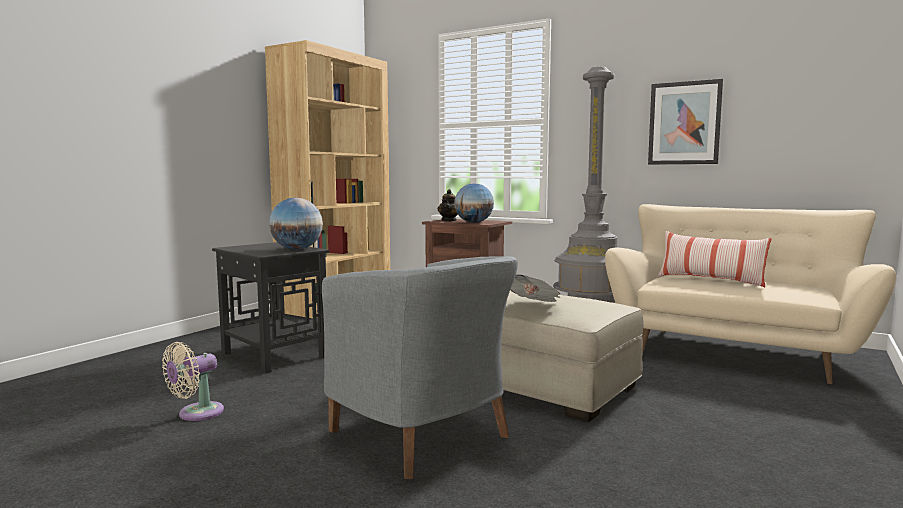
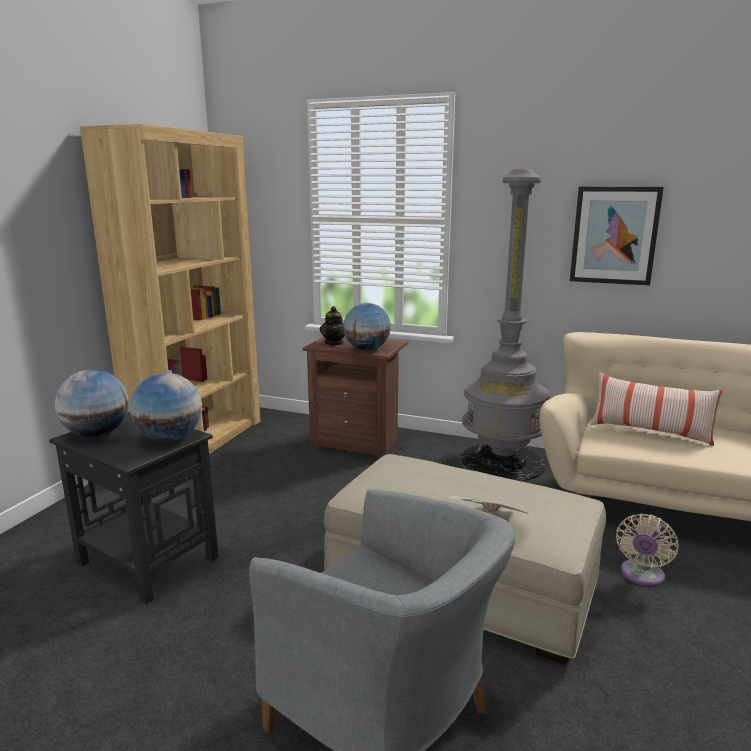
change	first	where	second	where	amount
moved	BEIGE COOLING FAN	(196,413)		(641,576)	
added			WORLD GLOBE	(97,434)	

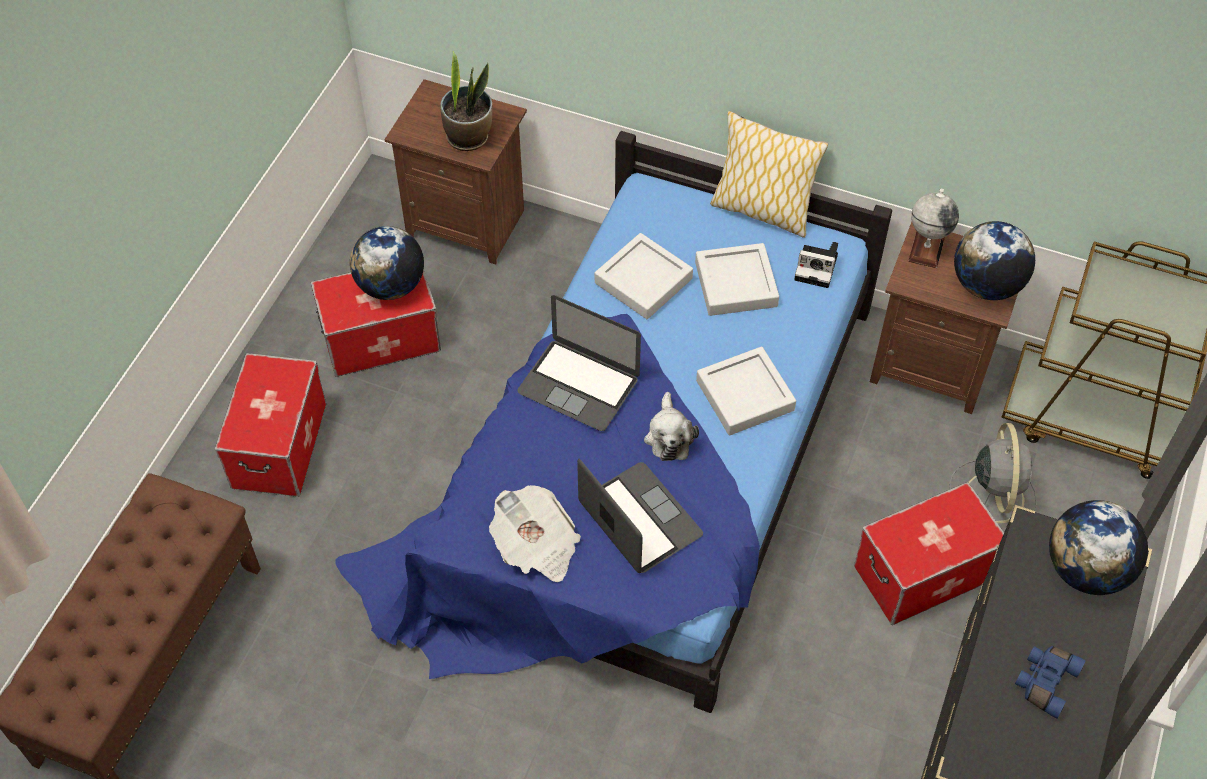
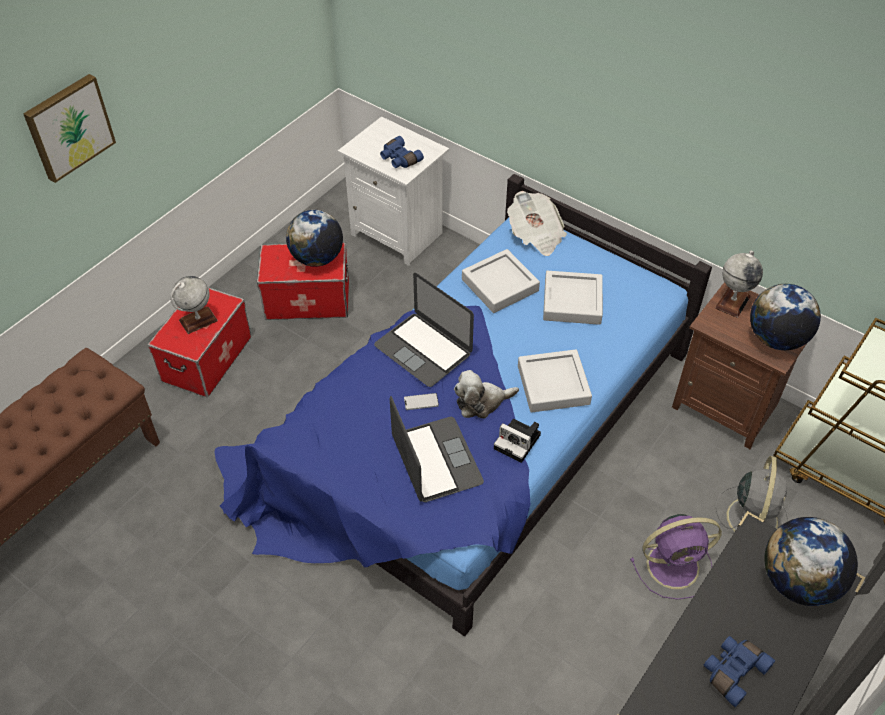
change	first	where	second	where	amount
replaced	POTTED PLANT	(468,137)	BLUE BINOCULARS	(399,159)	
recoloured	BROWN NIGHTSTAND	(467,222)	WHITISH NIGHTSTAND	(398,233)	
removed	THROW PILLOW	(762,210)			
moved	PHOTO CAMERA	(818,268)		(519,442)	
turned	CUDDLY TOY	(669,436)		(481,402)	60 degrees clockwise
replaced	STORAGE BOX	(923,572)	PURPLE-COLOURED COOLING FAN	(675,565)	
moved	PRINTED PAPER	(536,546)		(536,235)	
added			WALL PICTURE	(68,127)	
added			WORLD GLOBE	(198,320)	
added			PHONE	(421,402)	

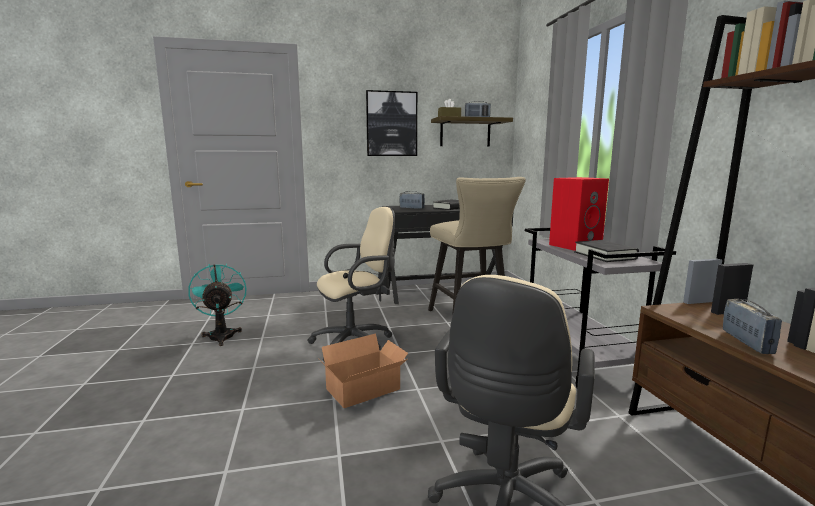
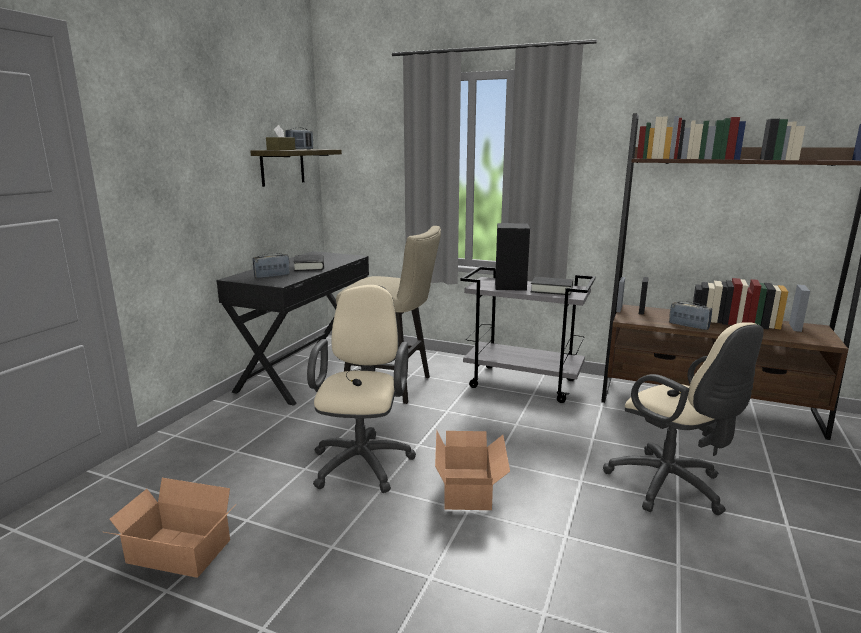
change	first	where	second	where	amount
removed	WALL PICTURE	(391,124)			
recoloured	RED SPEAKER	(575,245)	BLACK SPEAKER	(509,285)	
replaced	TURQUOISE COOLING FAN	(222,335)	CARDBOARD BOX	(178,554)	

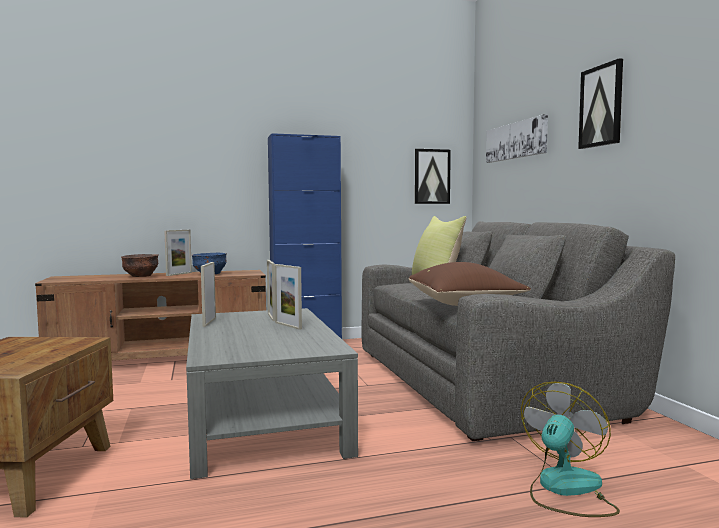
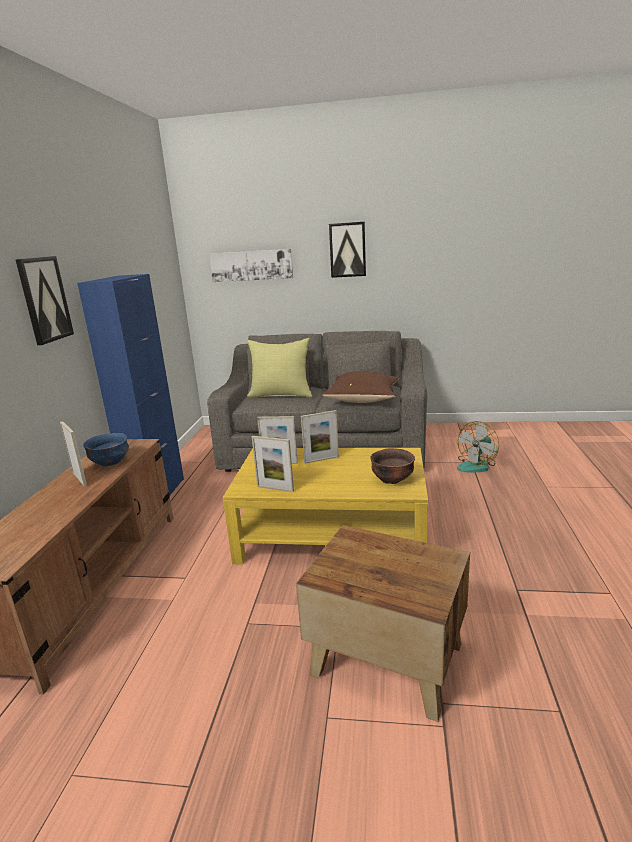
change	first	where	second	where	amount
moved	WALL PICTURE	(432,176)		(44,299)	
moved	BROWN SERVING BOWL	(141,276)		(392,479)	
recoloured	GREYISH LOUNGE TABLE	(263,418)	YELLOWISH LOUNGE TABLE	(333,533)	
turned	COOLING FAN	(565,490)		(477,465)	105 degrees counterclockwise

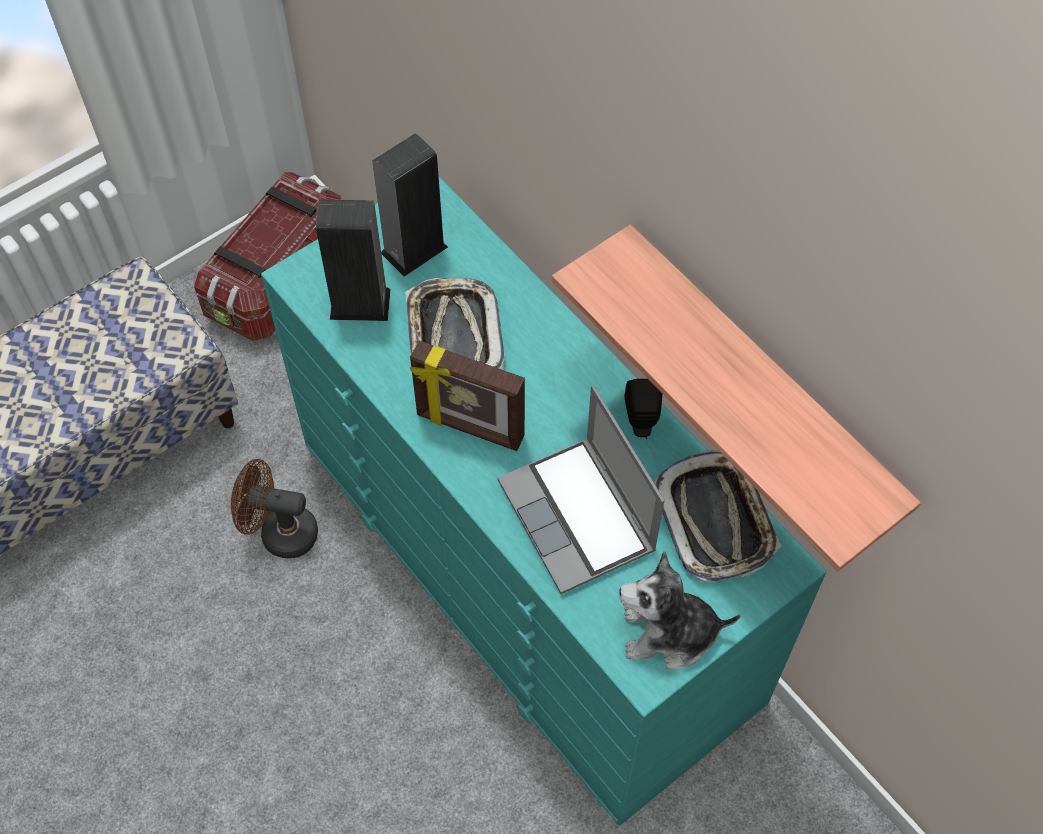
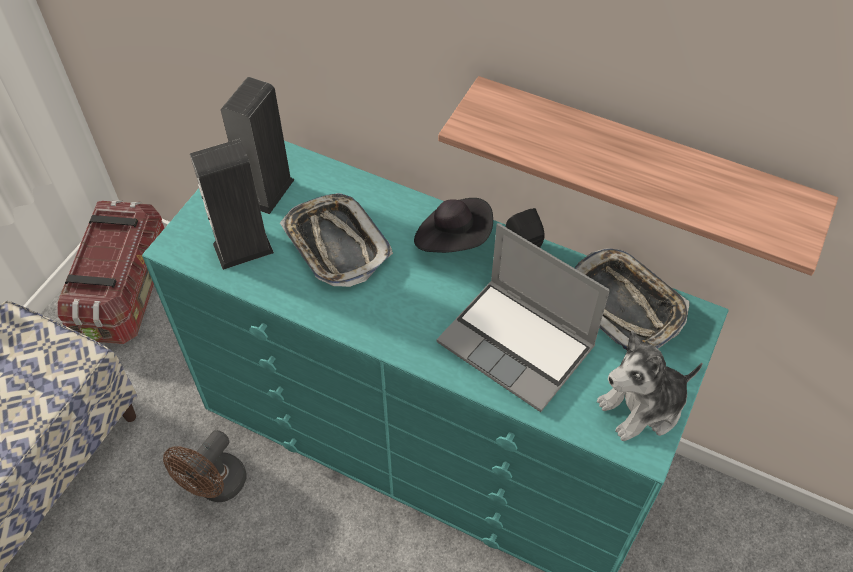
change	first	where	second	where	amount
removed	PHOTO FRAME	(469,427)			
turned	BROWN COOLING FAN	(280,532)		(216,487)	45 degrees counterclockwise
added			BLACK CLOTHING HAT	(453,239)	

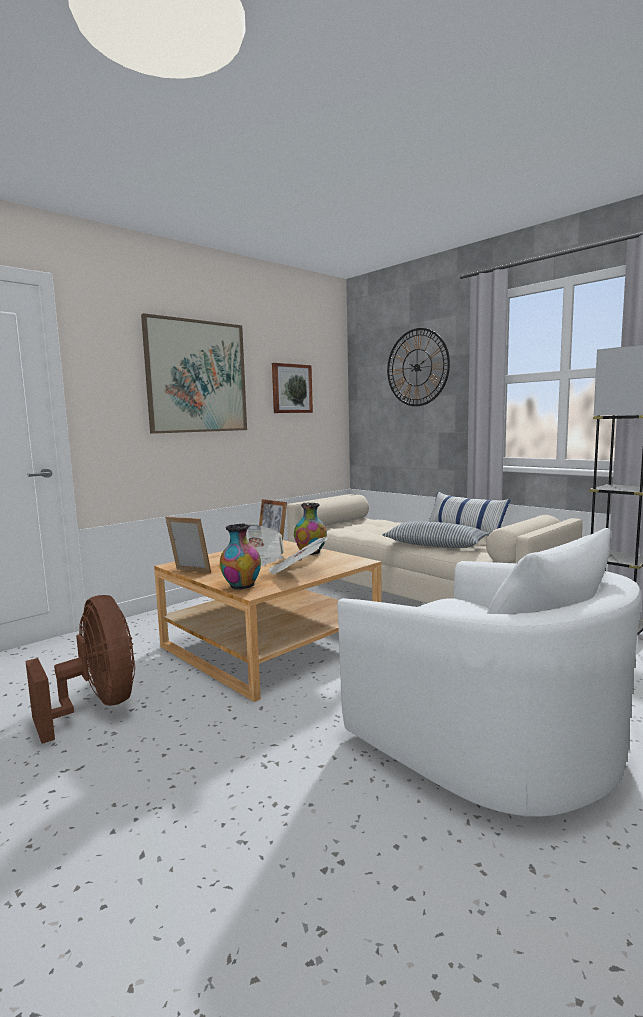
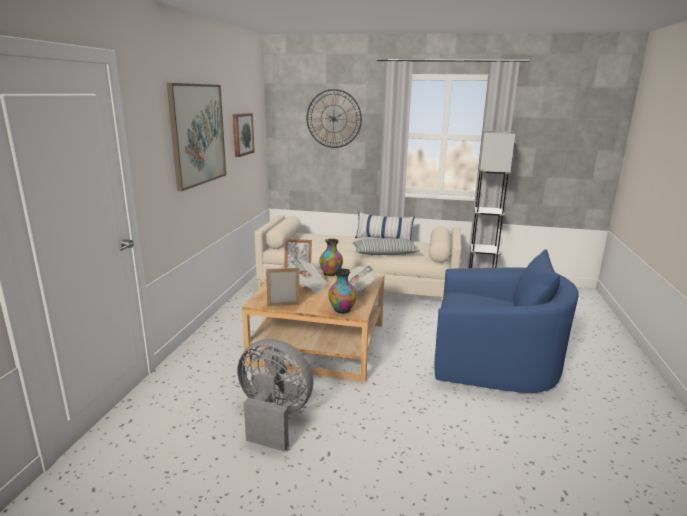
change	first	where	second	where	amount
recoloured	WHITISH LOUNGE CHAIR	(488,739)	BLUE LOUNGE CHAIR	(493,363)	
recoloured	BROWN COOLING FAN	(97,706)	GREYISH COOLING FAN	(273,418)	

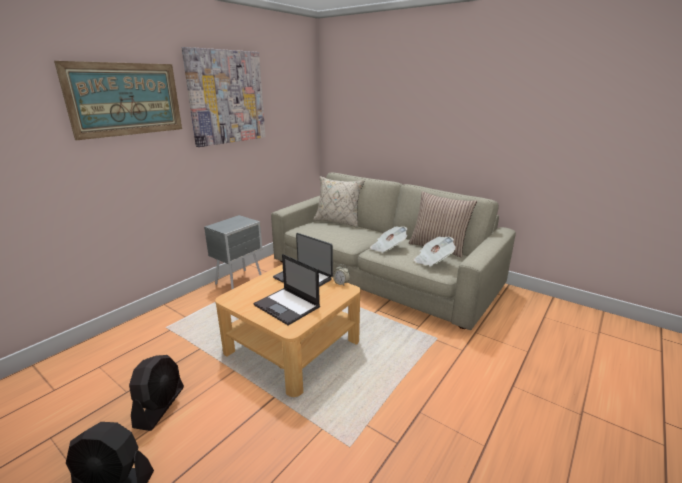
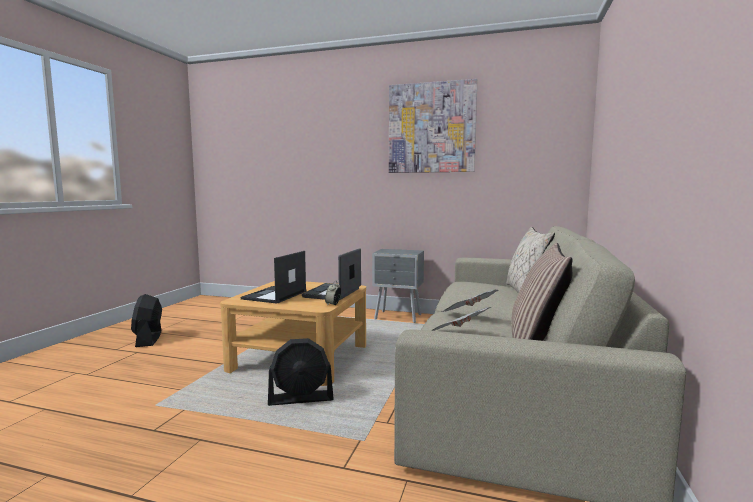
change	first	where	second	where	amount
removed	WALL PICTURE	(126,99)			
moved	BLACK COOLING FAN	(160,406)		(301,399)	

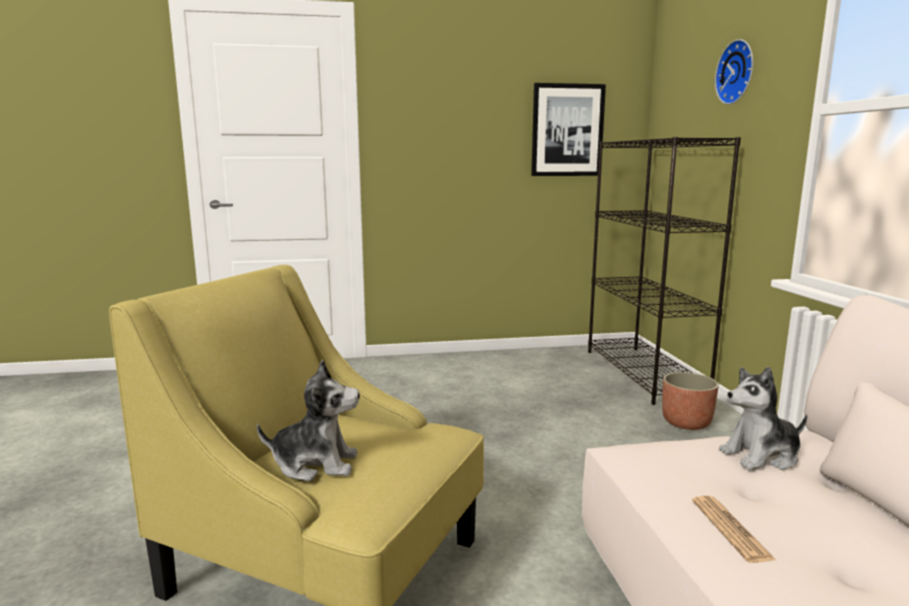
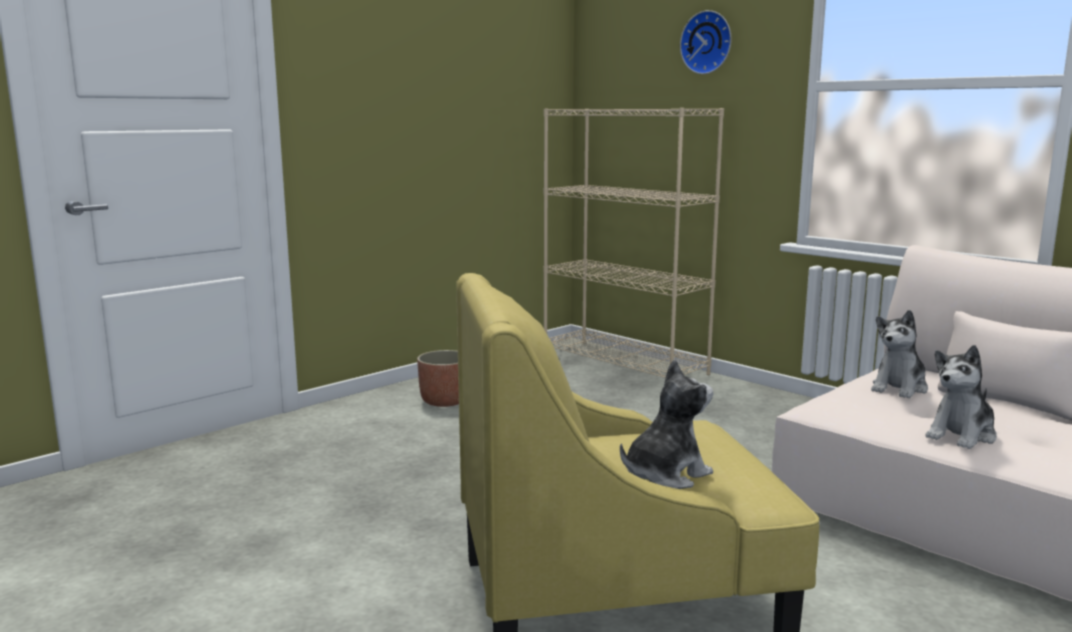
change	first	where	second	where	amount
removed	WALL PICTURE	(567,130)			
recoloured	BLACK BOOKSHELF	(644,374)	BEIGE BOOKSHELF	(624,363)	
moved	FLOWER POT	(686,423)		(445,401)	
replaced	PRINTED PAPER	(730,529)	CUDDLY TOY	(961,435)	

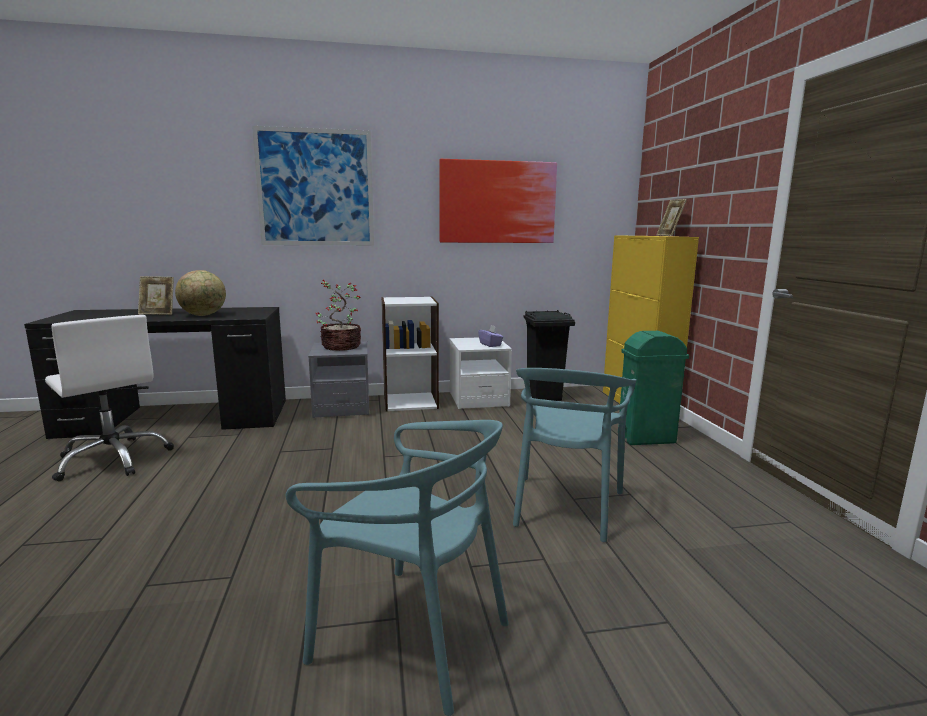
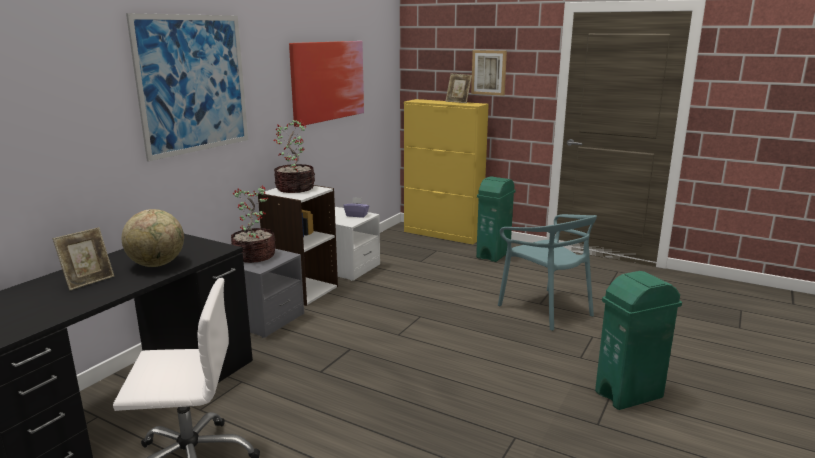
change	first	where	second	where	amount
removed	BLACK WASTE BIN	(544,397)			
replaced	TURQUOISE CHAIR	(412,636)	GREEN-COLOURED WASTE BIN	(629,395)	
added			WALL PICTURE	(489,72)	
added			POTTED PLANT	(295,188)	

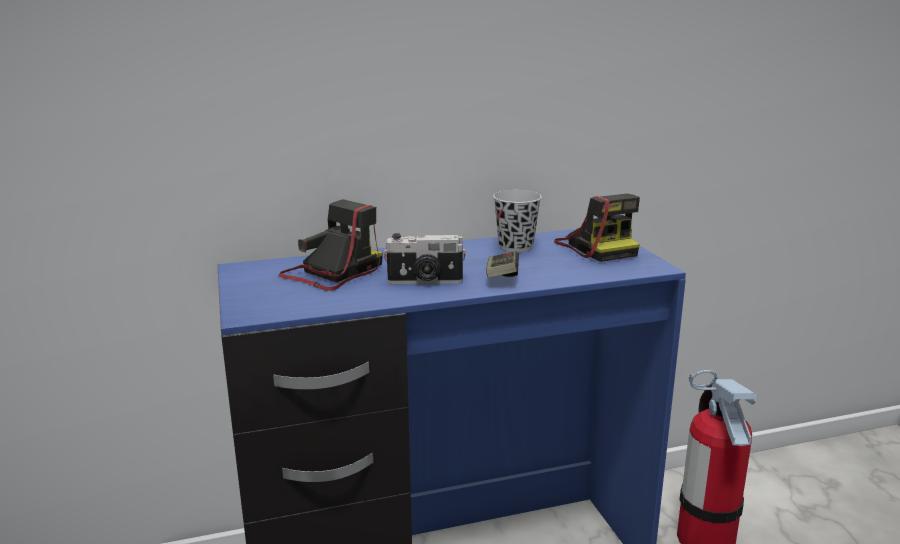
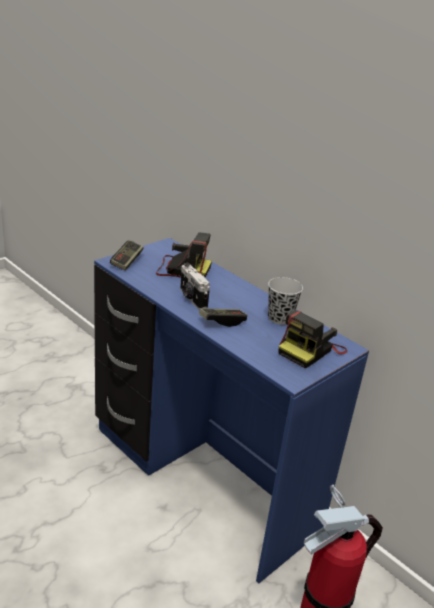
change	first	where	second	where	amount
added			GAME CONTROLLER	(127,261)	

